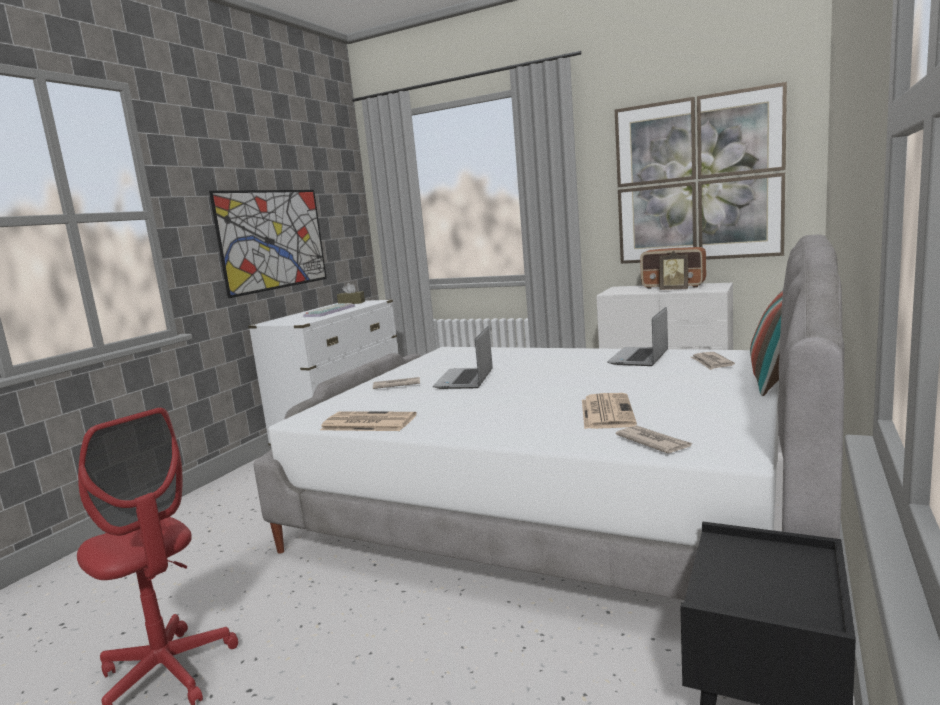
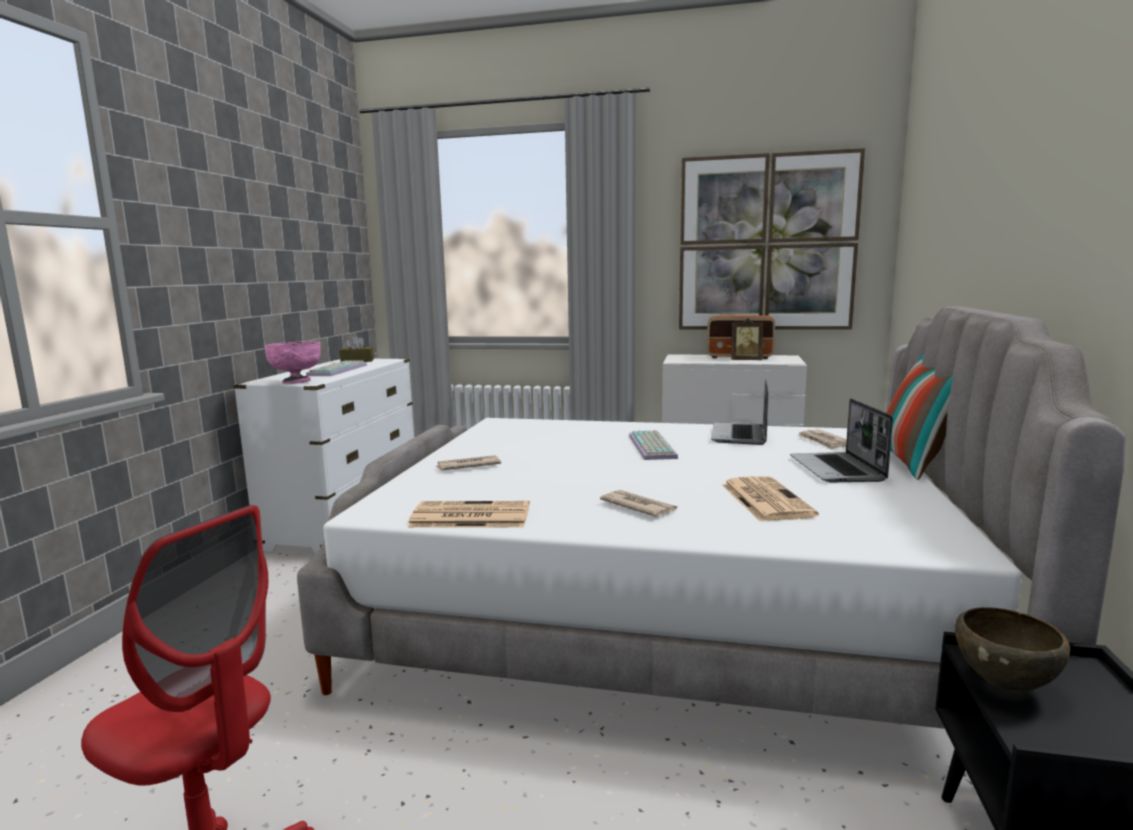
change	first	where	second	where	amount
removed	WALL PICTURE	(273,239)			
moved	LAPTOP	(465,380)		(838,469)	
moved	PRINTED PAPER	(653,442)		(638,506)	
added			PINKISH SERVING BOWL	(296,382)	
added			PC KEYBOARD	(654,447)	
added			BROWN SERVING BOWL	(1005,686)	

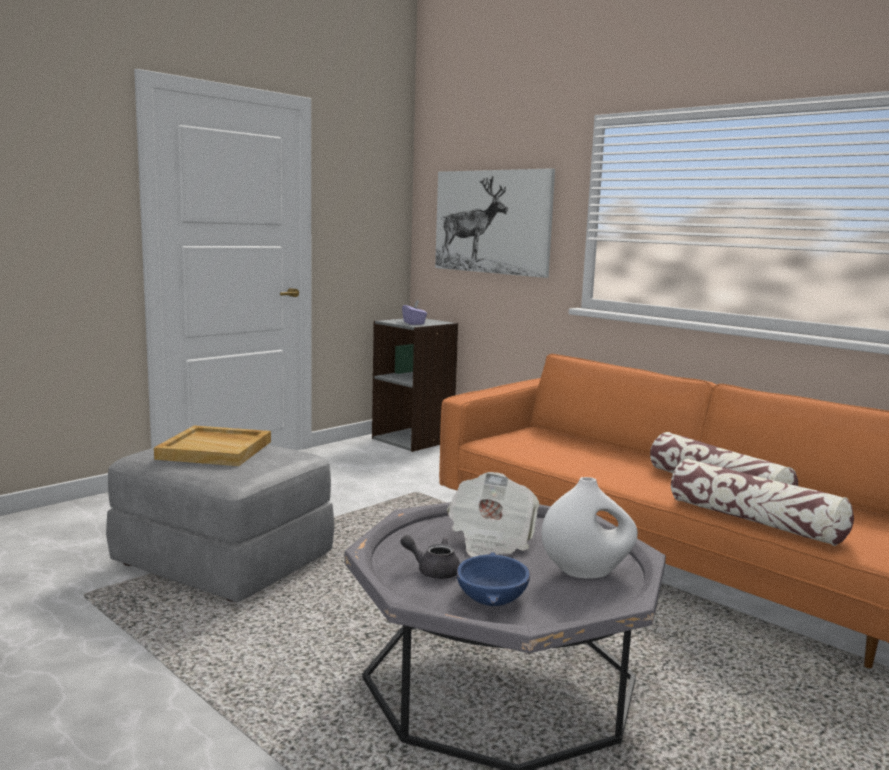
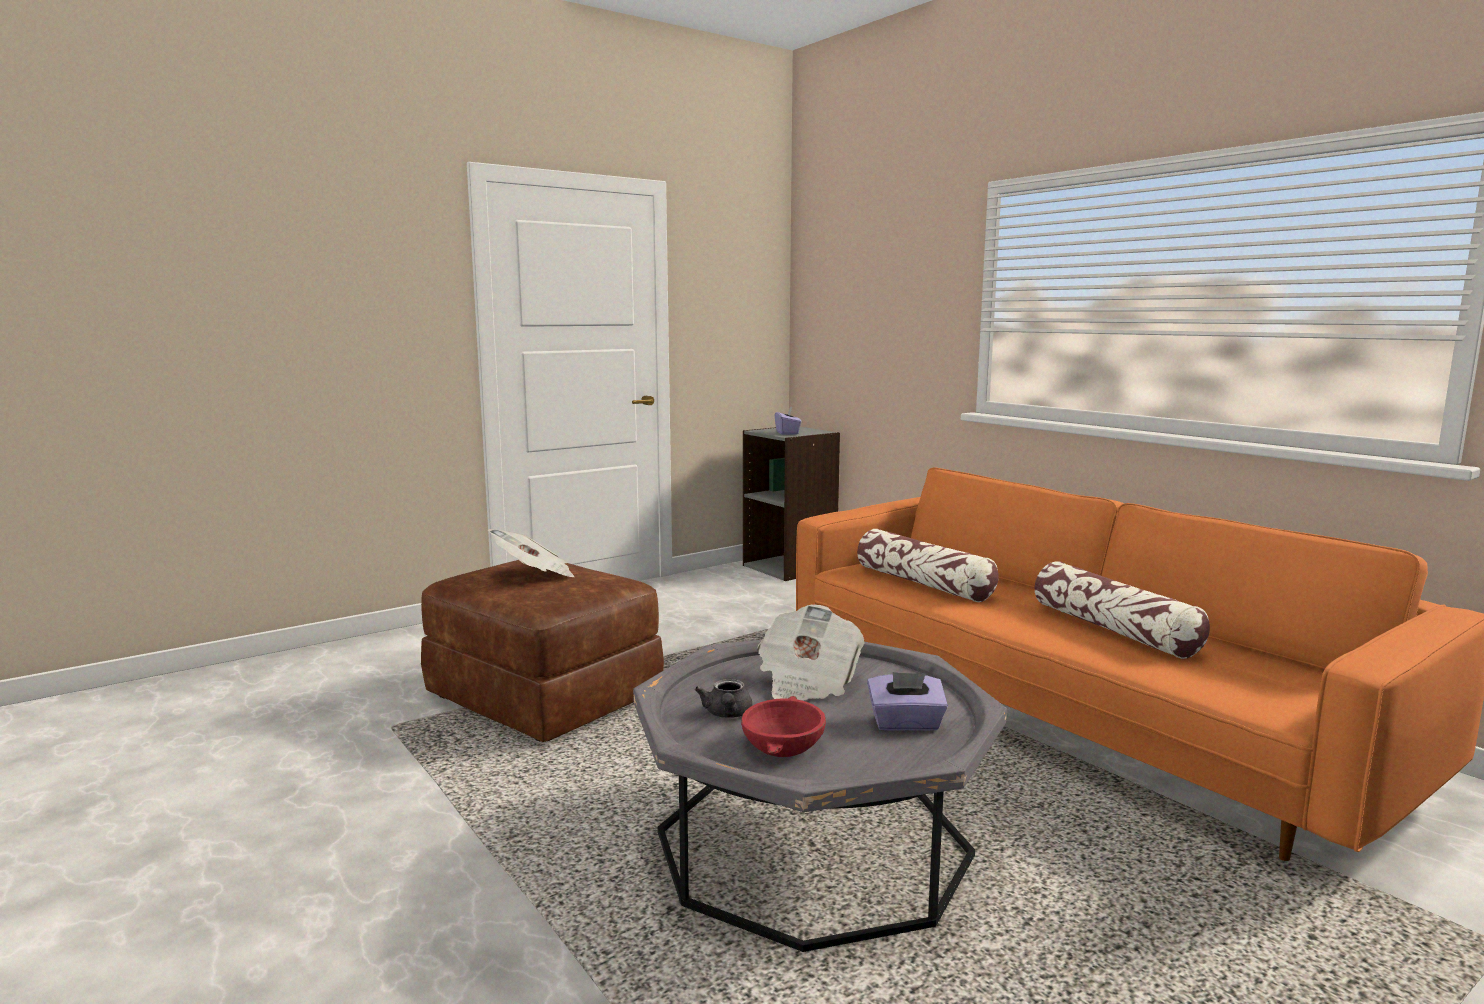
change	first	where	second	where	amount
removed	WALL PICTURE	(492,222)			
replaced	BEIGE TRAY	(216,450)	PRINTED PAPER	(534,575)	
recoloured	GREYISH OTTOMAN	(226,560)	BROWN OTTOMAN	(546,696)	
moved	THROW PILLOW	(754,521)		(923,583)	
replaced	WHITISH DECORATIVE VASE	(586,572)	PURPLE-COLOURED TISSUE HOLDER	(906,724)	
turned	GREYISH TEA POT	(433,570)		(727,714)	120 degrees counterclockwise
recoloured	BLUE SERVING BOWL	(493,596)	RED SERVING BOWL	(784,746)	

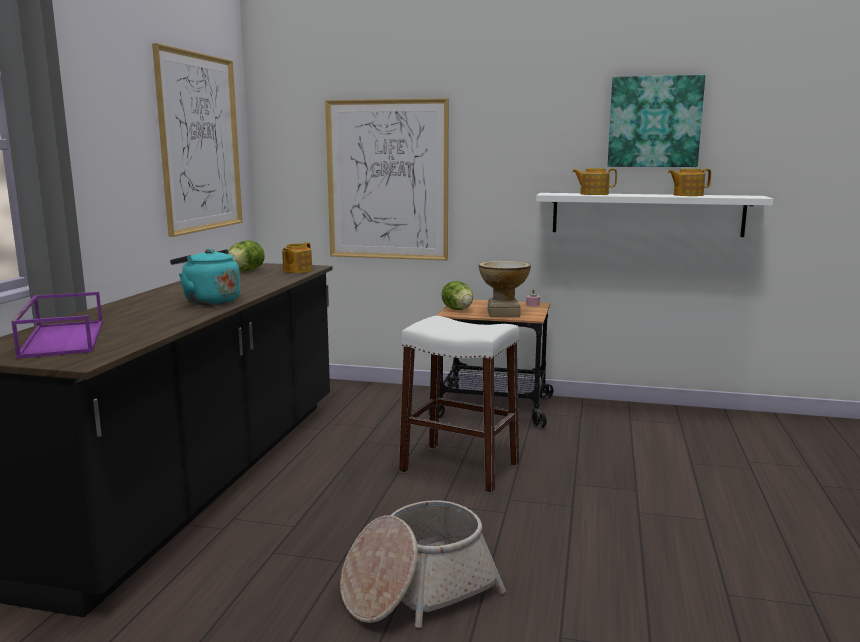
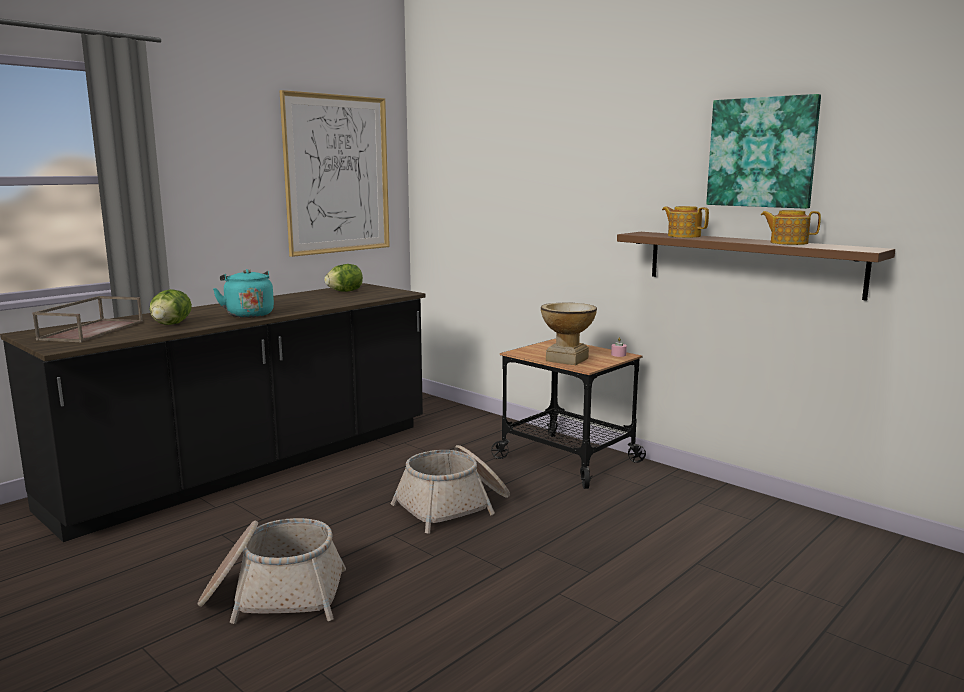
change	first	where	second	where	amount
removed	WALL PICTURE	(387,180)			
recoloured	WHITISH WALL SHELF	(647,214)	BROWN WALL SHELF	(751,263)	
removed	TEA POT	(297,271)			
moved	HEAD OF LETTUCE	(458,310)		(171,324)	
recoloured	PURPLE-COLOURED TRAY	(62,339)	BROWN TRAY	(92,330)	
replaced	WHITISH SITTING STOOL	(459,467)	STORAGE BASKET	(454,506)	

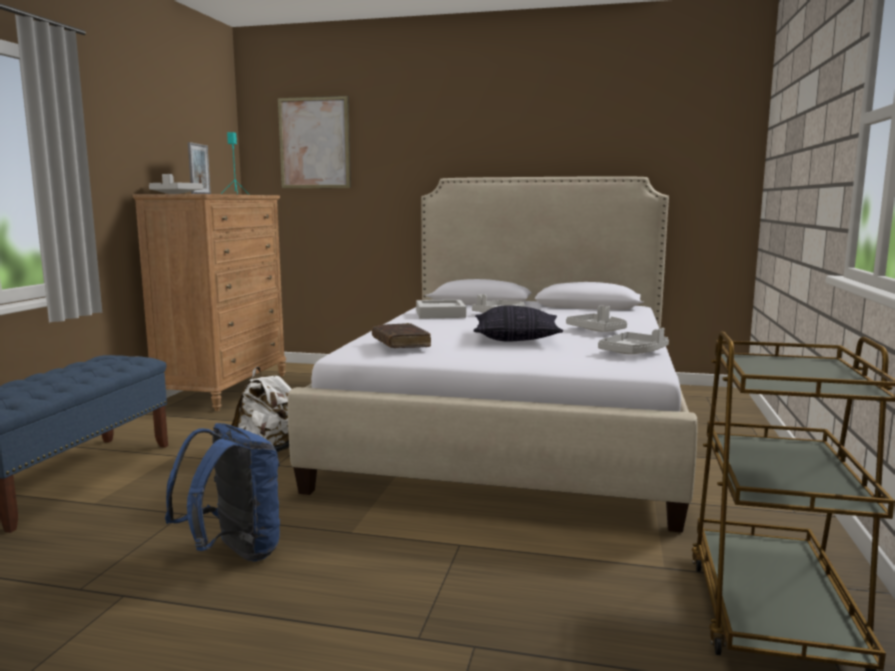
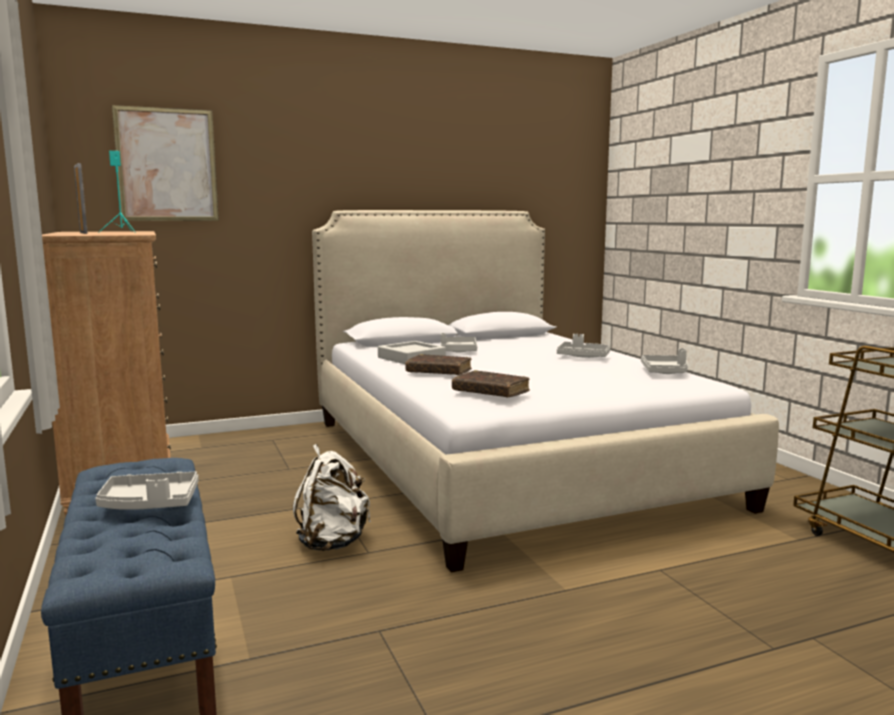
change	first	where	second	where	amount
moved	GREYISH TRAY	(174,194)		(150,504)	
removed	THROW PILLOW	(516,339)			
removed	BLUE KNAPSACK	(233,553)			
added			BROWN BOOK	(438,372)	

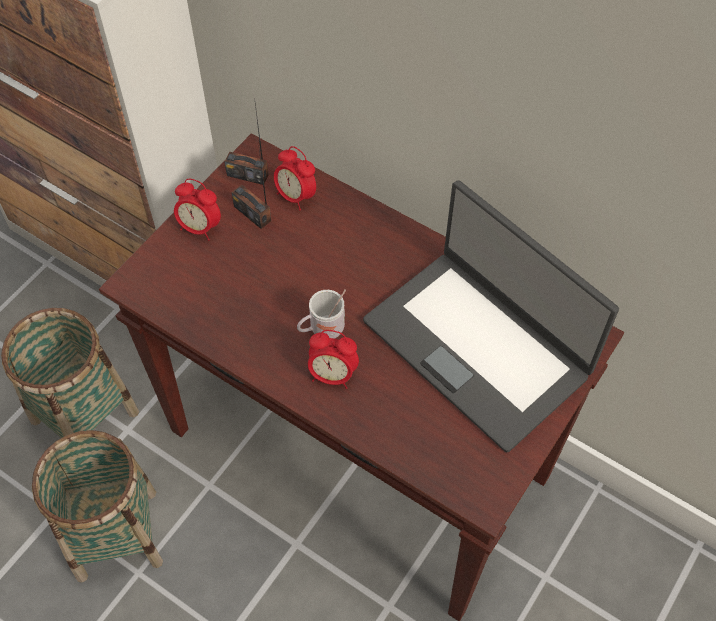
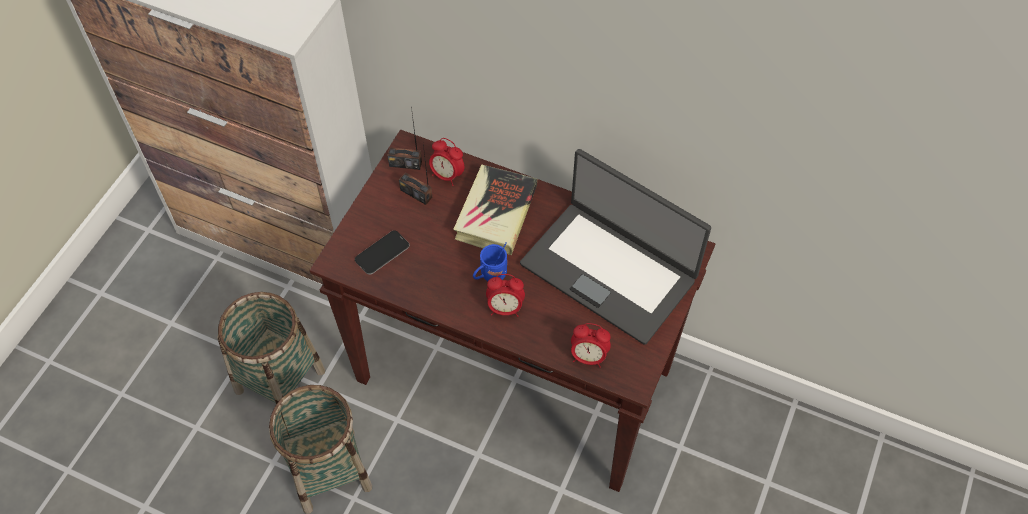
change	first	where	second	where	amount
moved	TABLE CLOCK	(200,228)		(588,357)	
recoloured	WHITISH MUG	(322,330)	BLUE MUG	(490,276)	
added			BOOK	(496,213)	
added			PHONE	(382,253)	

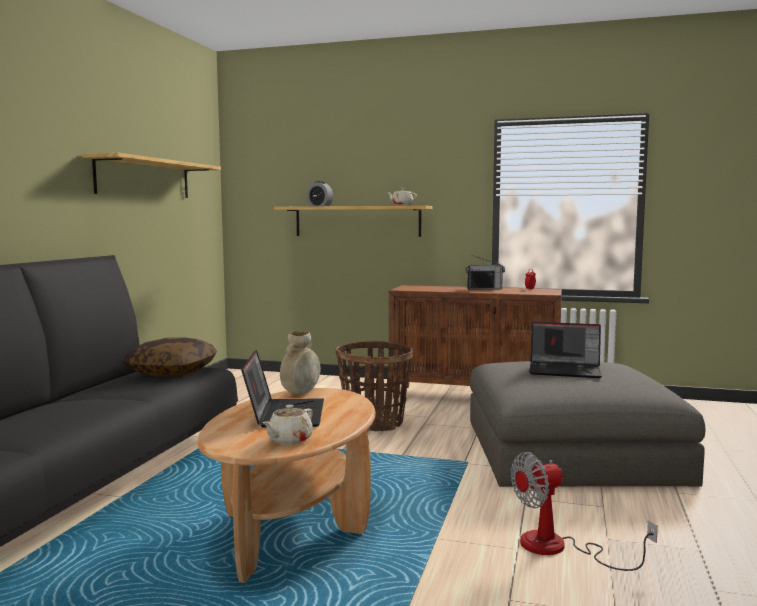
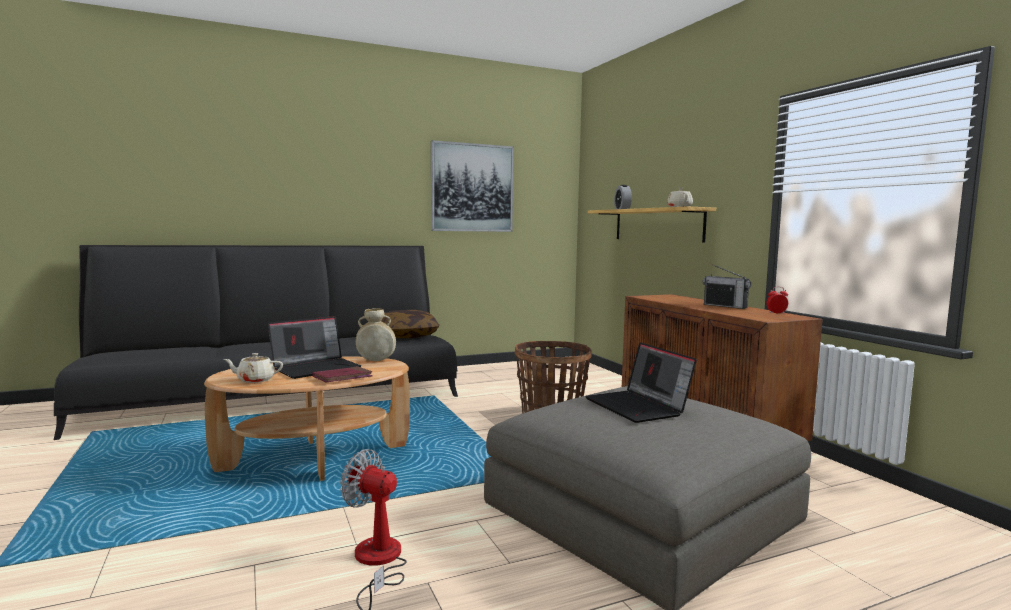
change	first	where	second	where	amount
replaced	WALL SHELF	(144,178)	WALL PICTURE	(472,188)	
added			RED BOOK	(342,377)	

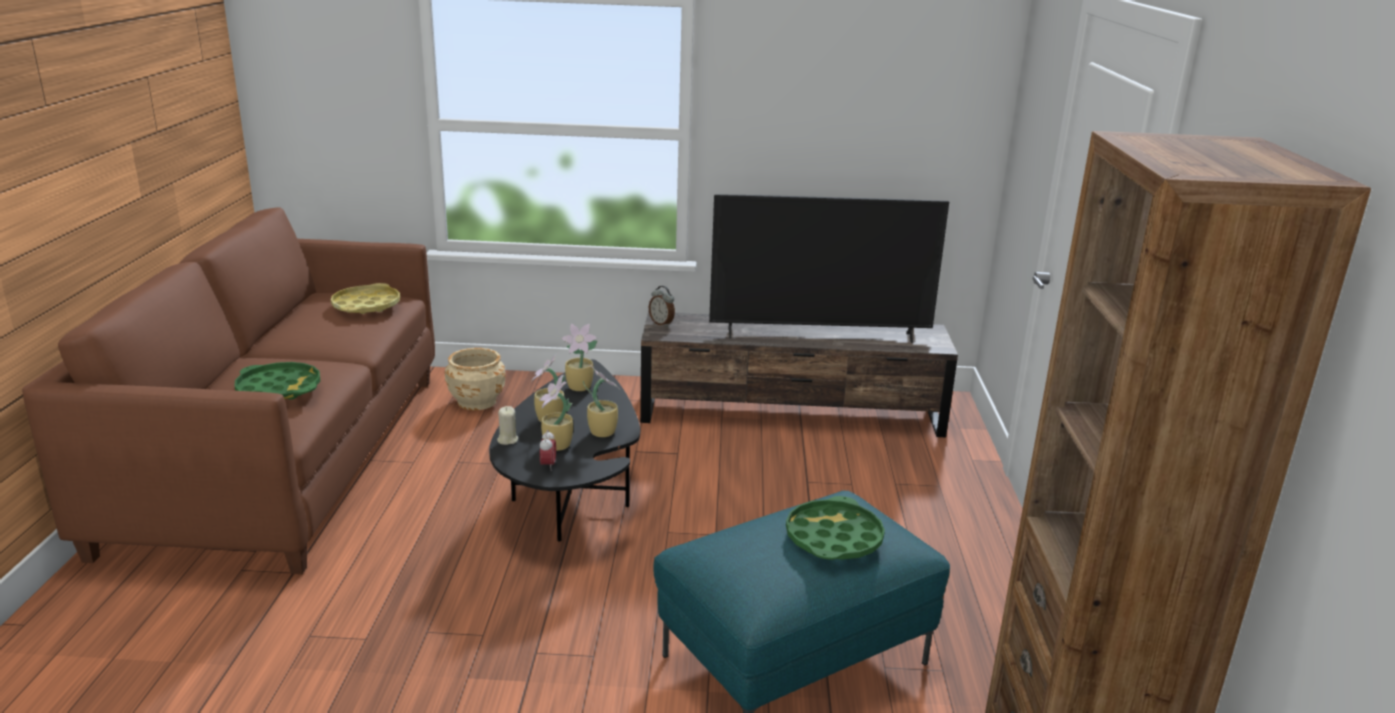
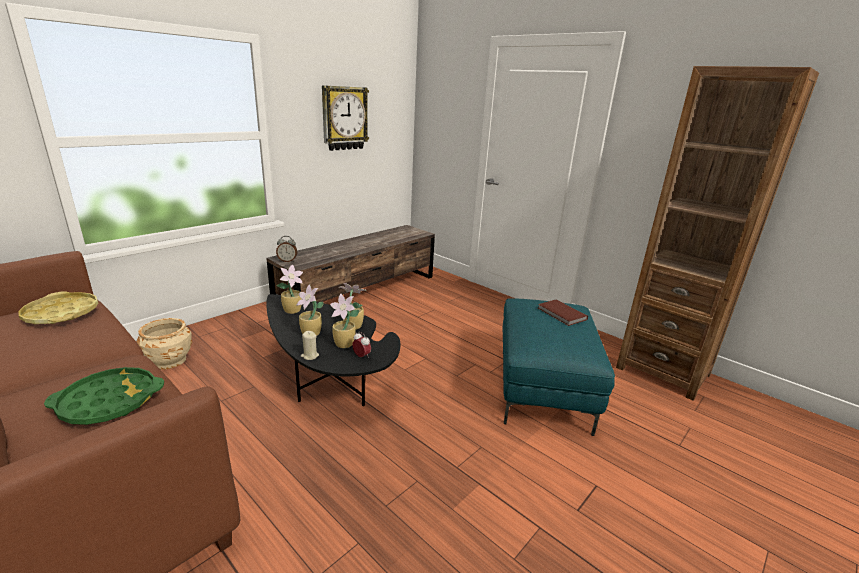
change	first	where	second	where	amount
removed	TV SET	(819,335)			
replaced	GREEN-COLOURED TRAY	(833,538)	BROWN BOOK	(561,314)	
added			WALL CLOCK	(344,118)	

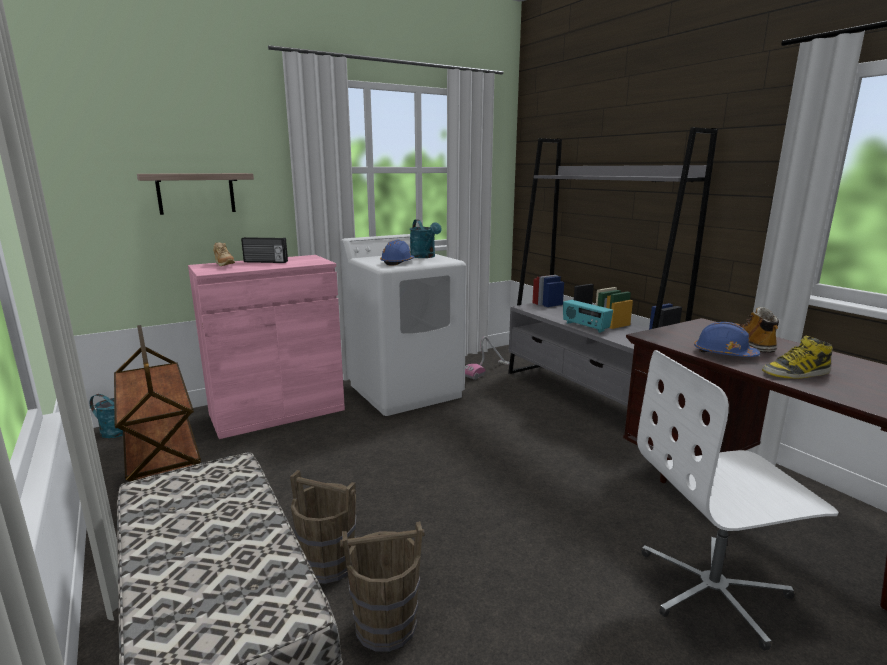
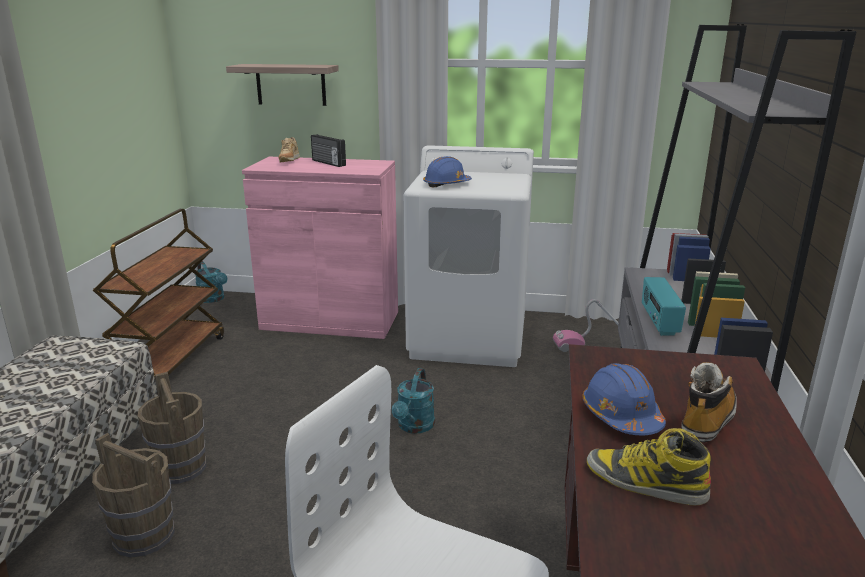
change	first	where	second	where	amount
moved	TURQUOISE WATERING CAN	(425,257)		(414,427)	

